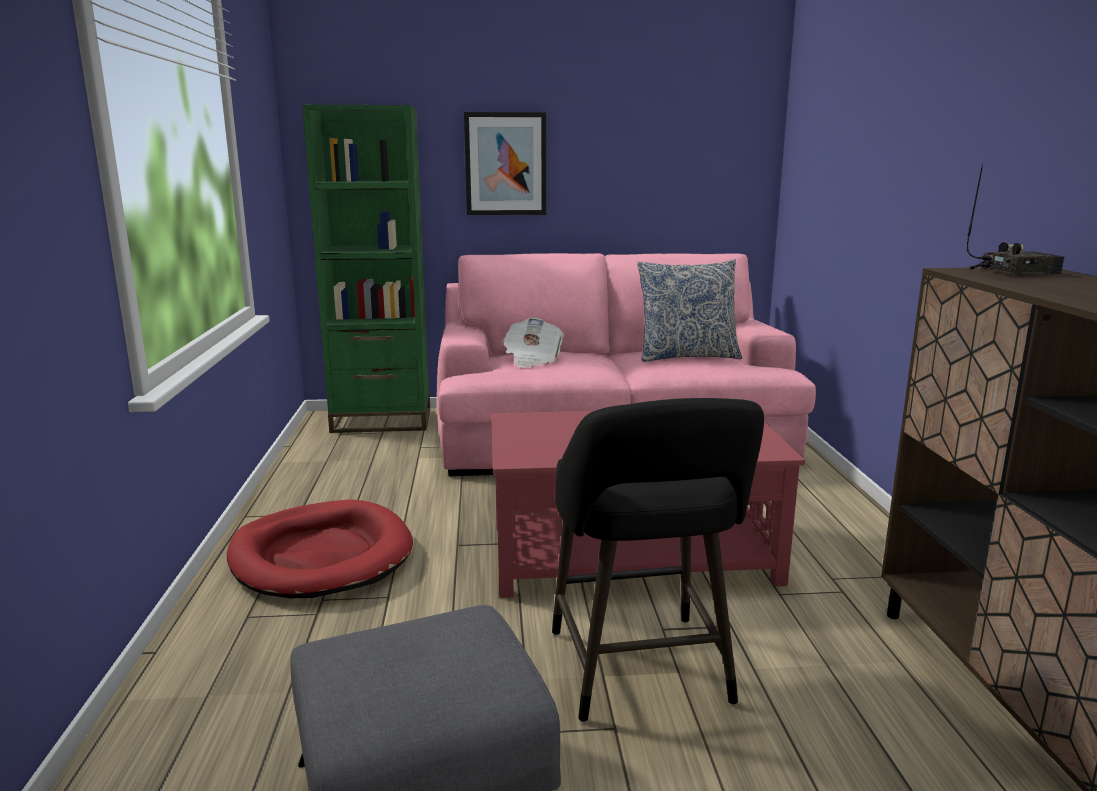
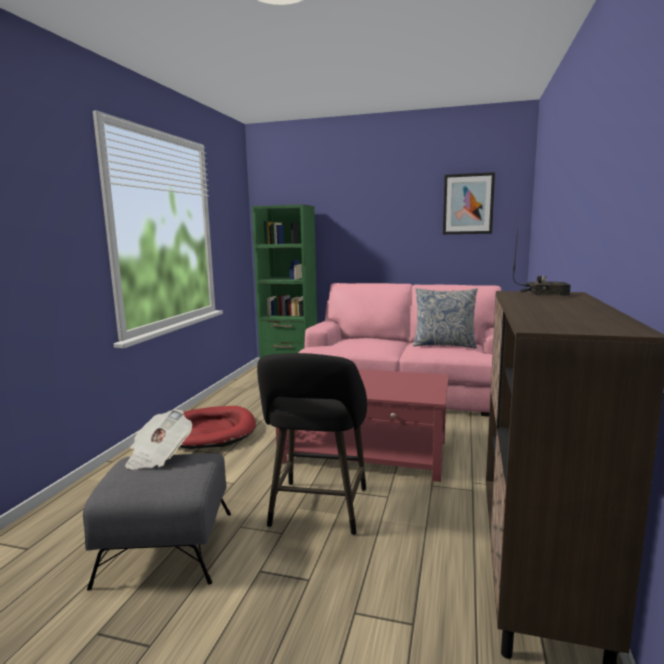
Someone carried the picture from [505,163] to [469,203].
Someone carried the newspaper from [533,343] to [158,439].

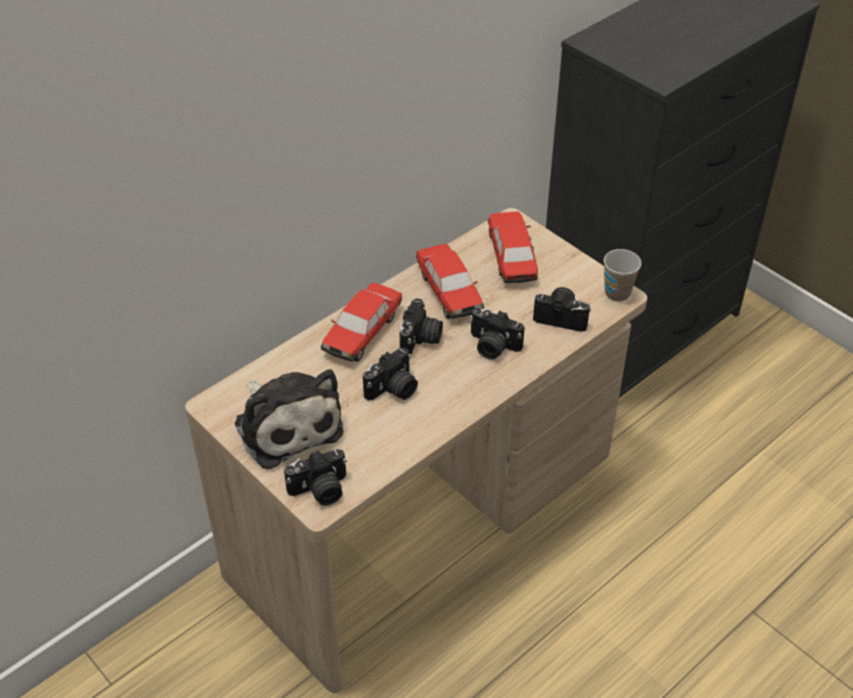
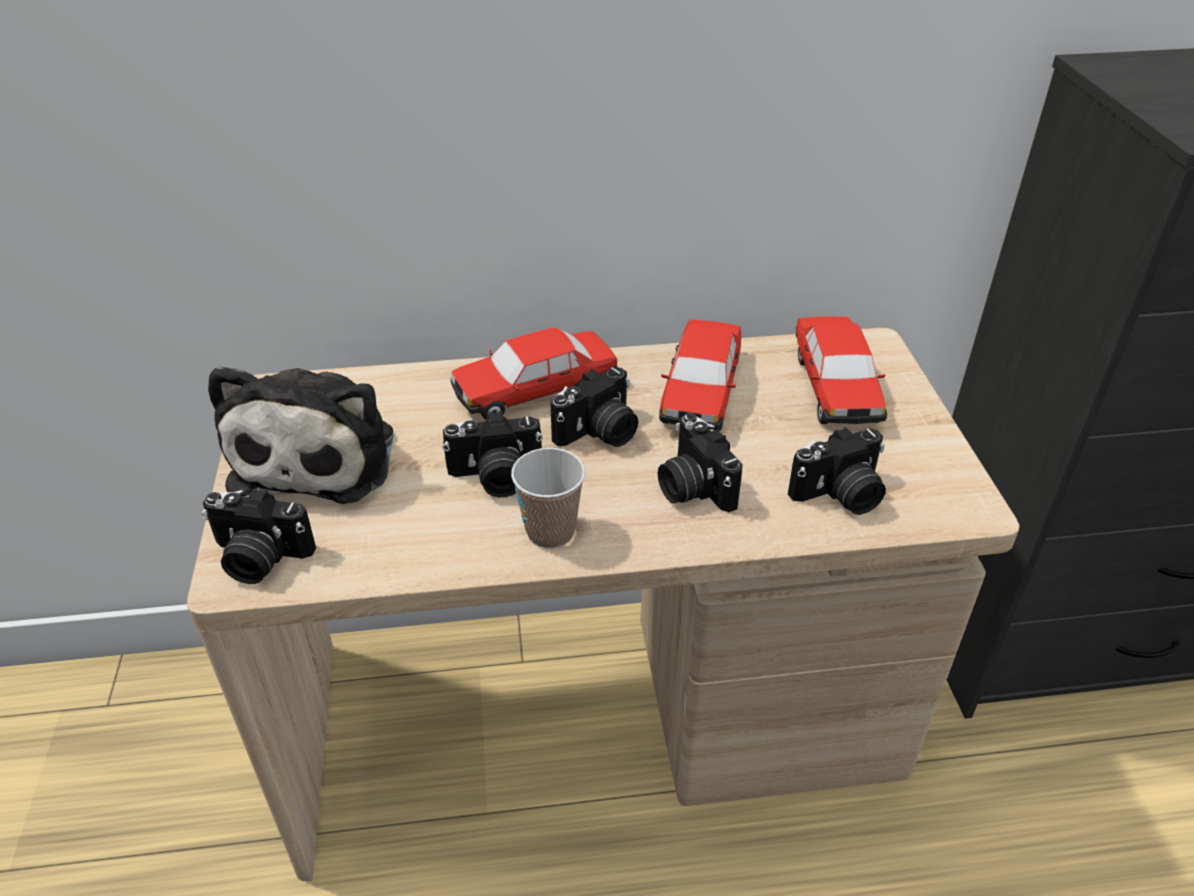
Someone rotated the model car at [513,247] by 150 degrees clockwise.
Someone rotated the still camera at [562,309] by 105 degrees clockwise.
Someone carried the cup from [623,275] to [548,498].

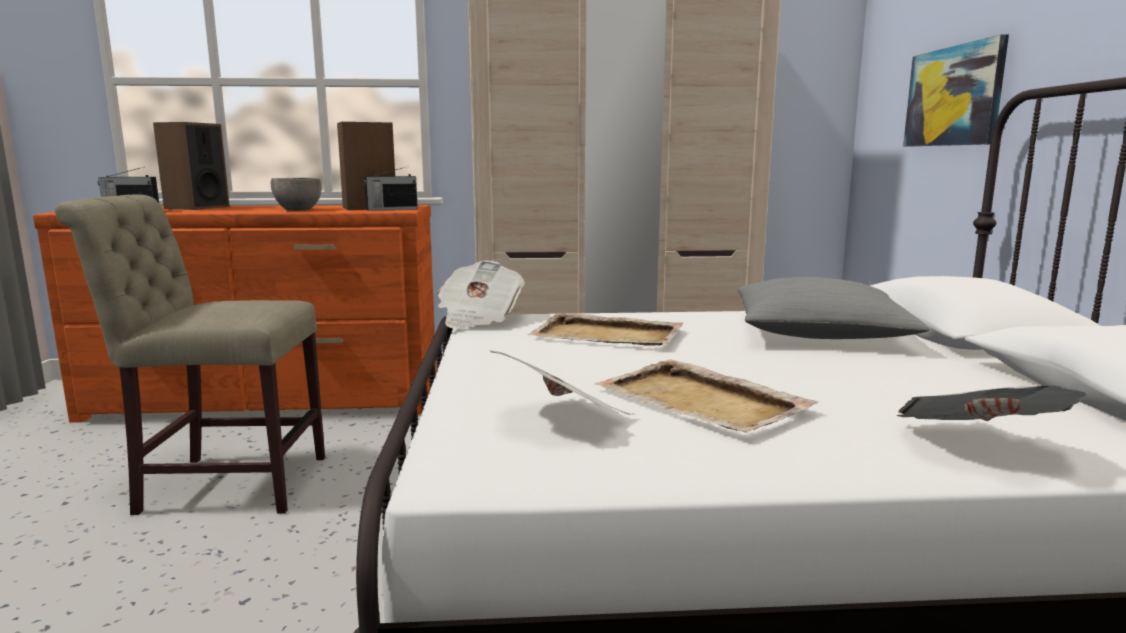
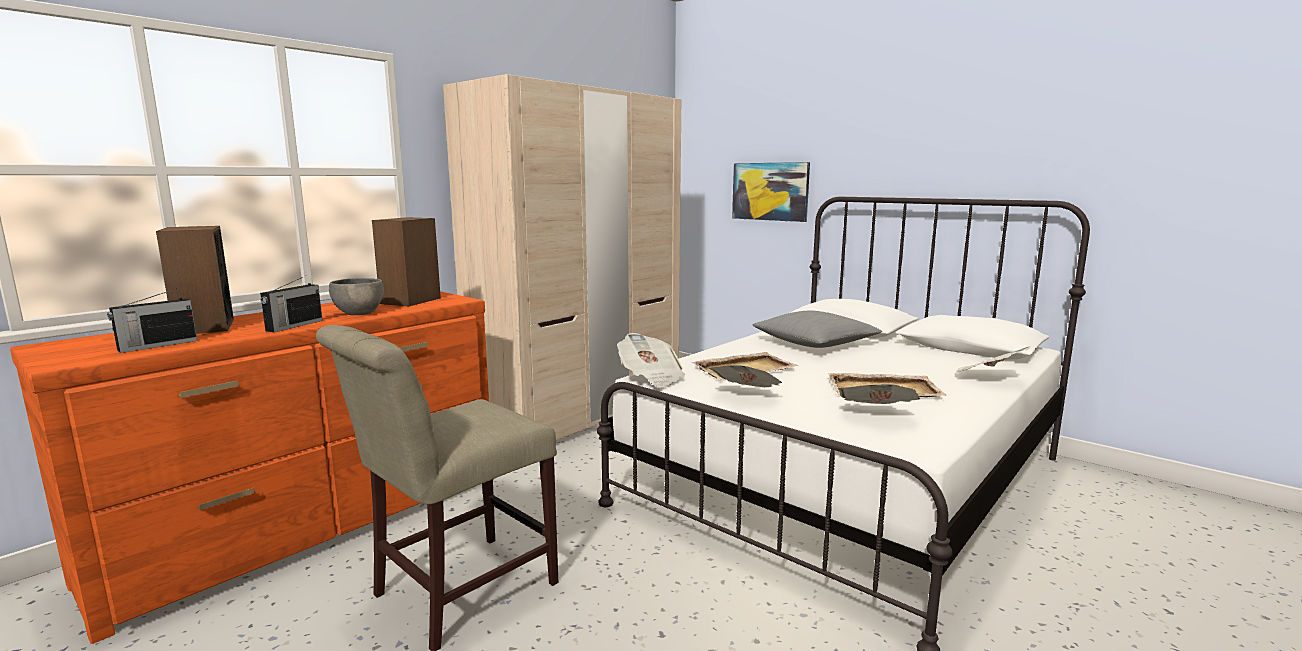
Someone carried the radio set from [390,189] to [291,303].
Someone put down the newspaper at [745,376].

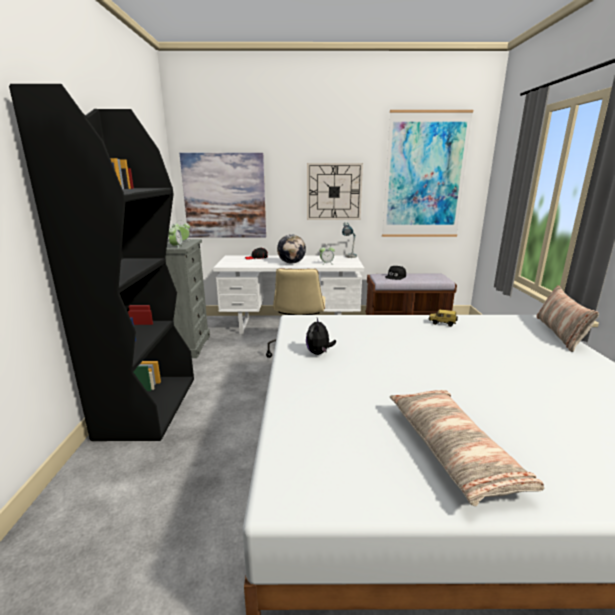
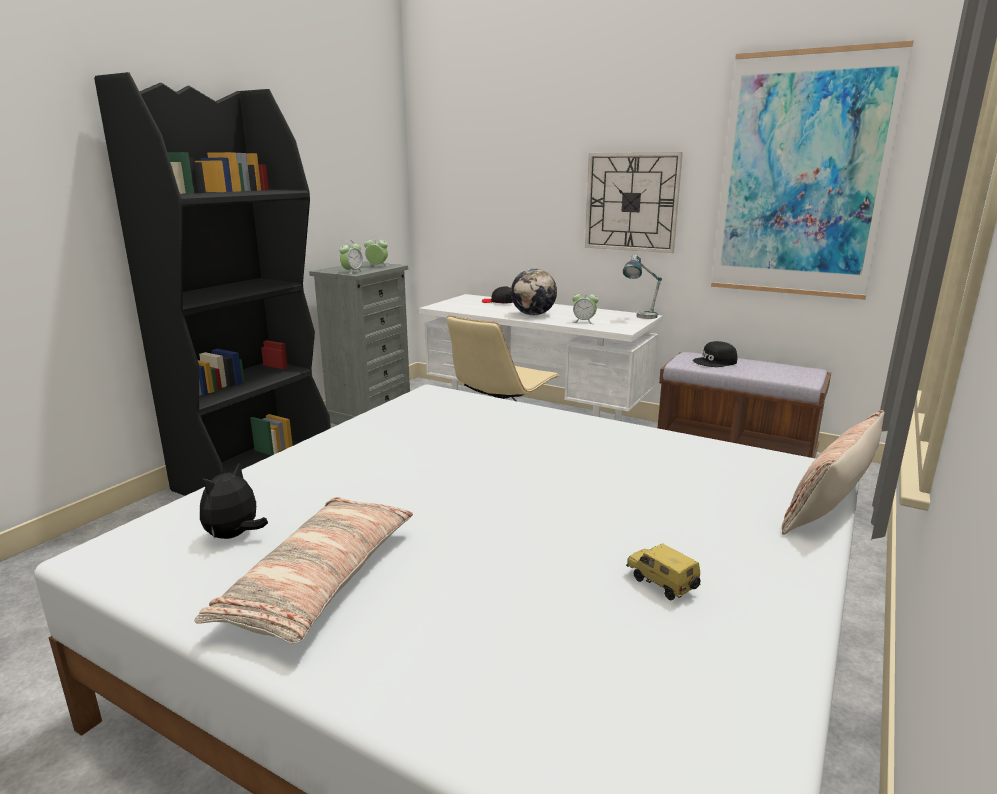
Someone took away the picture at [222,195].
Someone carried the cuddly toy from [321,336] to [234,501].
Someone carried the model car from [443,318] to [663,571].

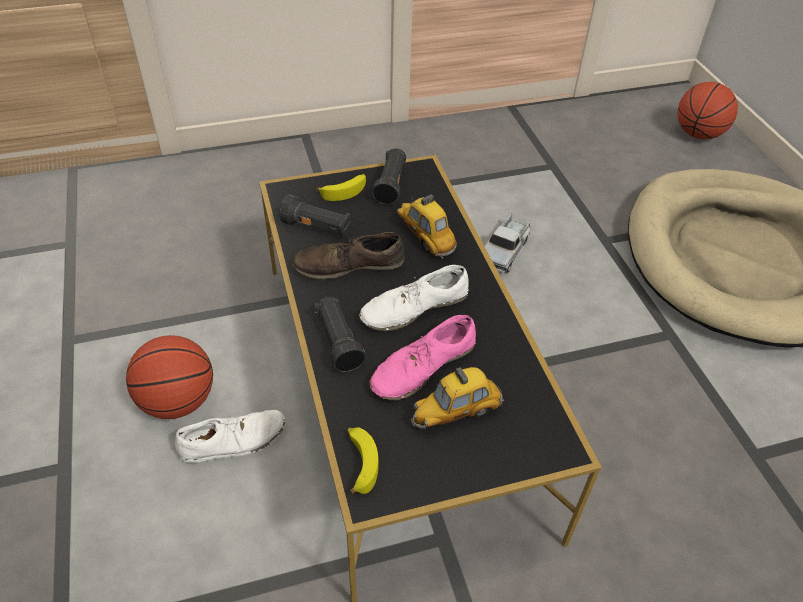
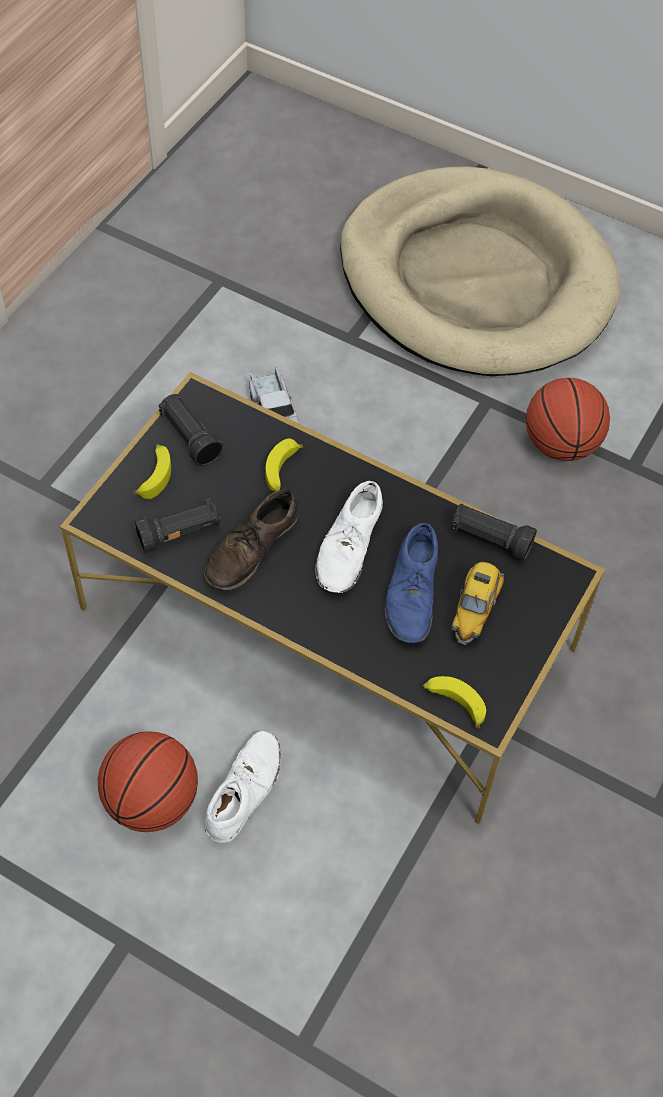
Someone carried the blackish hand torch from [340,334] to [494,532].
Someone repainted the pink-coloured shoe at [422,357], which became the blue shoe at [411,583].
Someone swapped the model car at [427,226] for the whole banana at [284,465].
Someone carried the ball for basketball from [707,110] to [568,419].

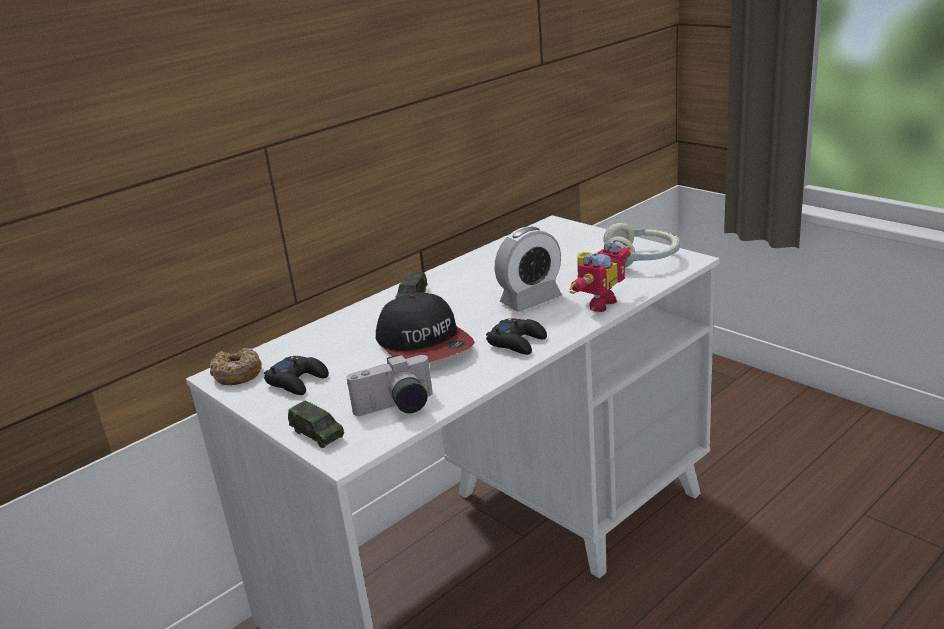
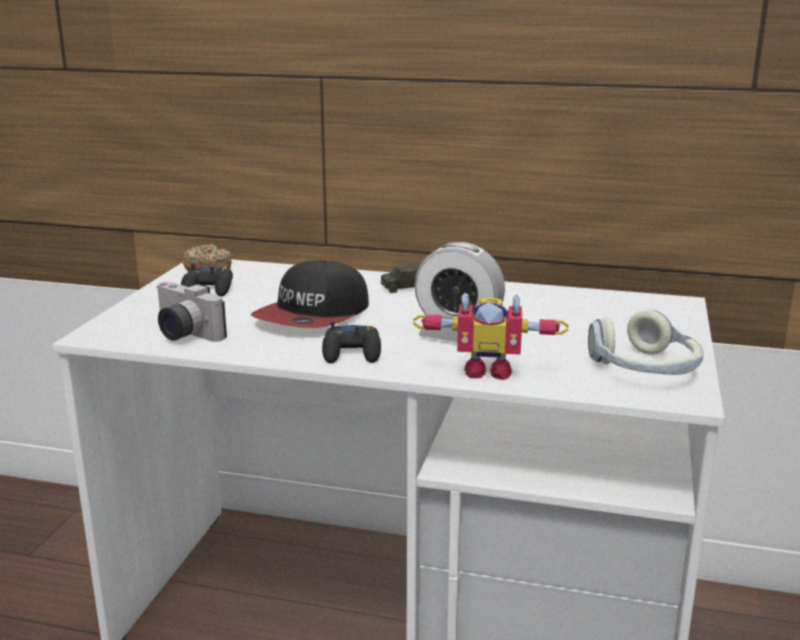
Someone took away the model car at [316,424].

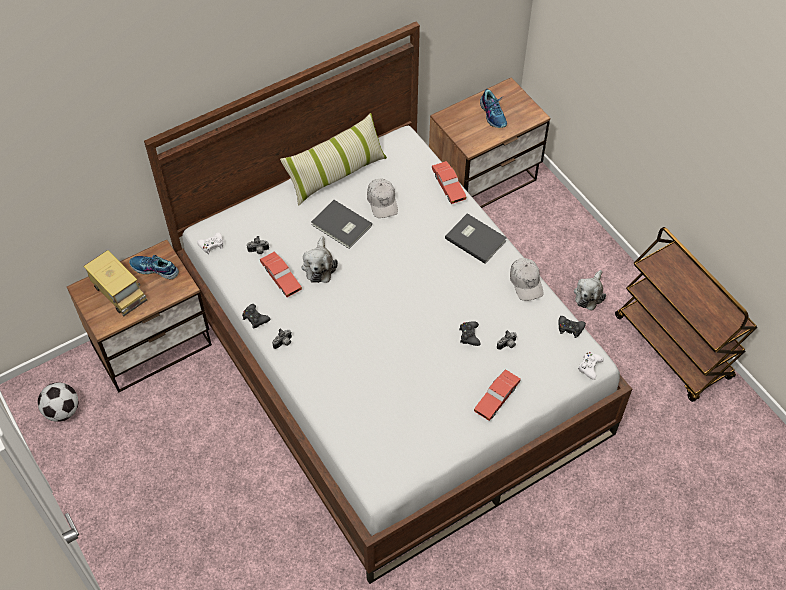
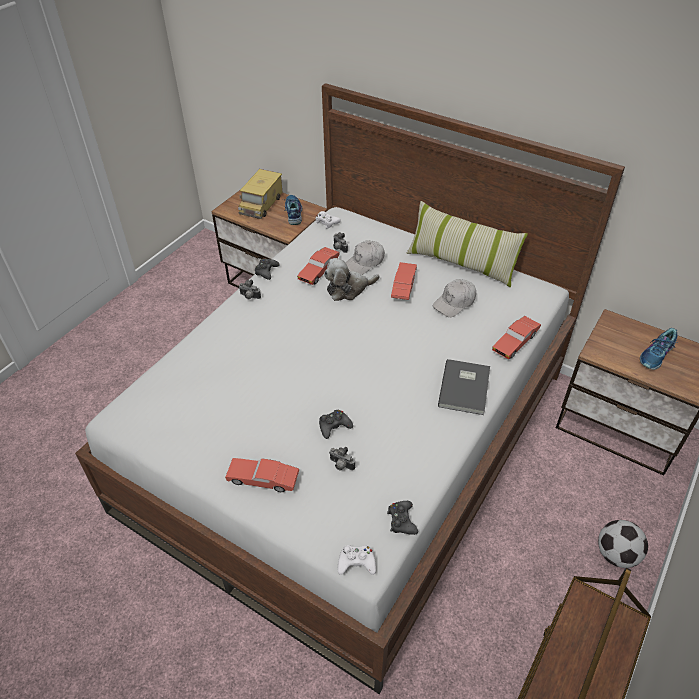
Someone carried the football from [58,402] to [623,544].
Someone swapped the grey bound book at [341,224] for the red-coloured model car at [404,281].
Someone carried the white cap from [526,279] to [365,257].
Someone took away the cuddly toy at [590,290].

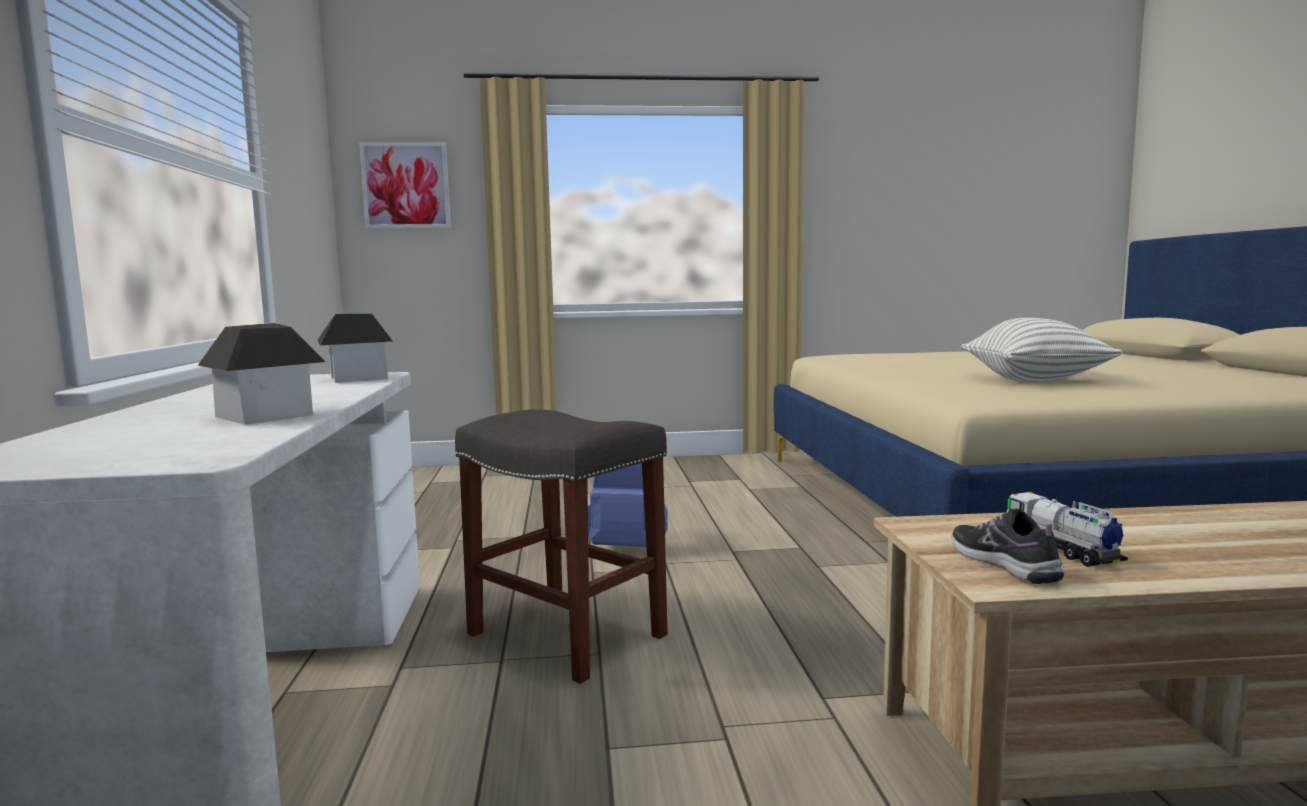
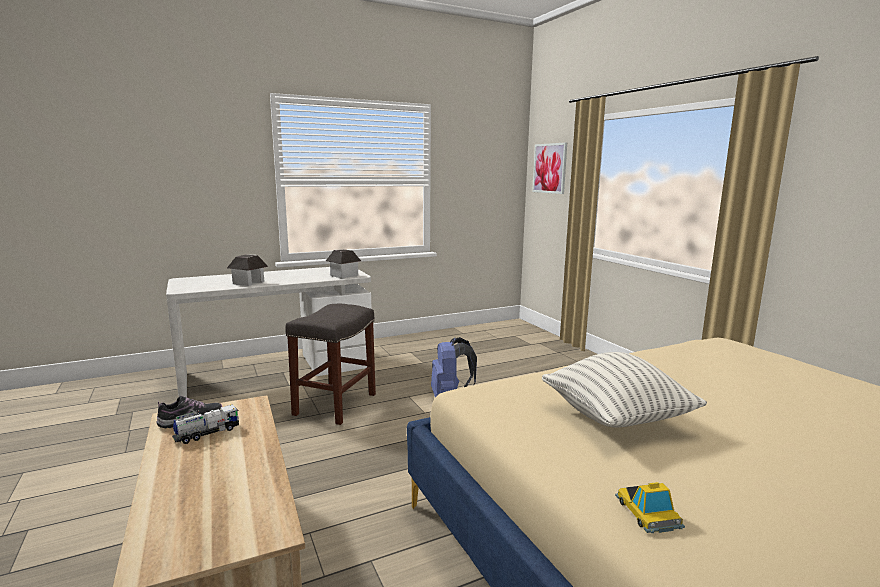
Someone put down the model car at [650,507].

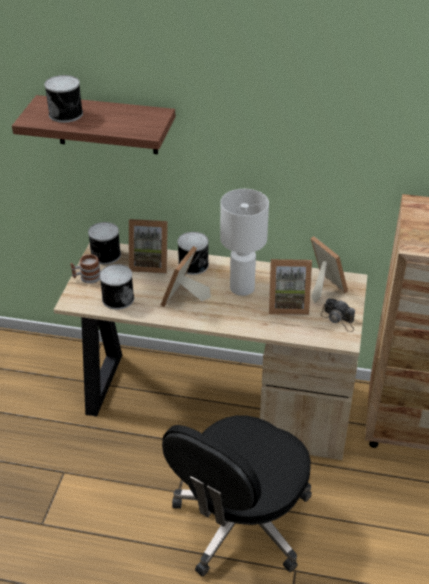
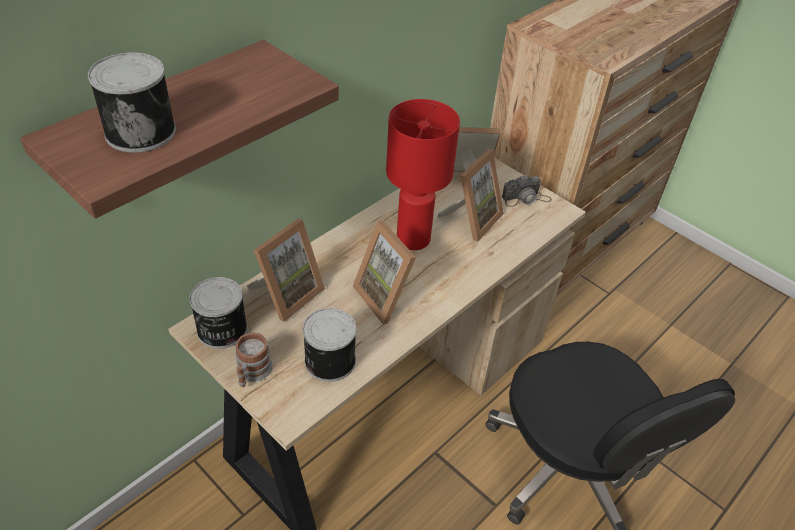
Someone took away the metal can at [193,253].
Someone repainted the white table lamp at [244,242], which became the red-coloured table lamp at [423,174].

